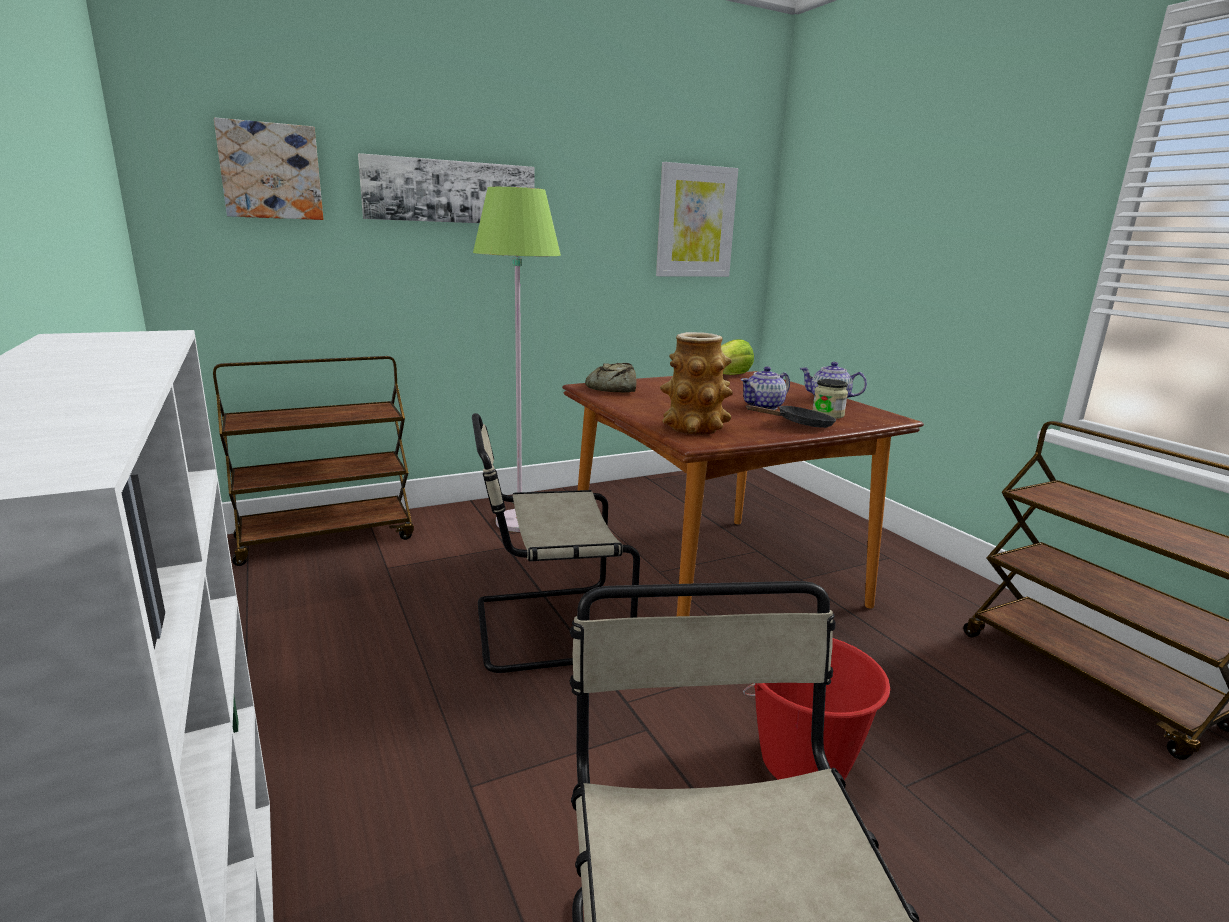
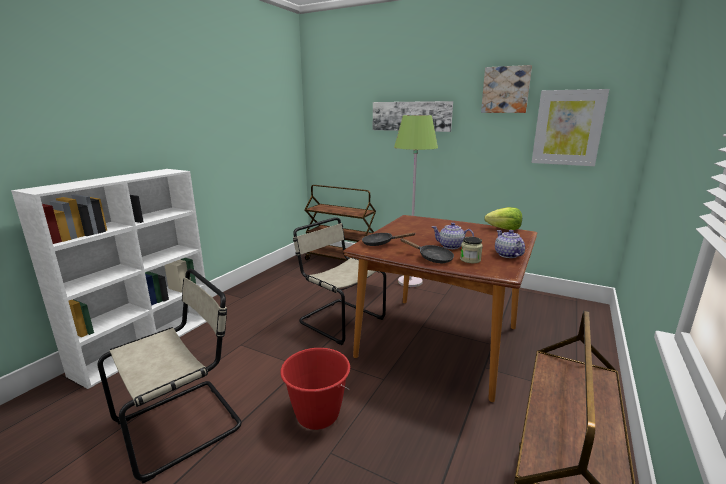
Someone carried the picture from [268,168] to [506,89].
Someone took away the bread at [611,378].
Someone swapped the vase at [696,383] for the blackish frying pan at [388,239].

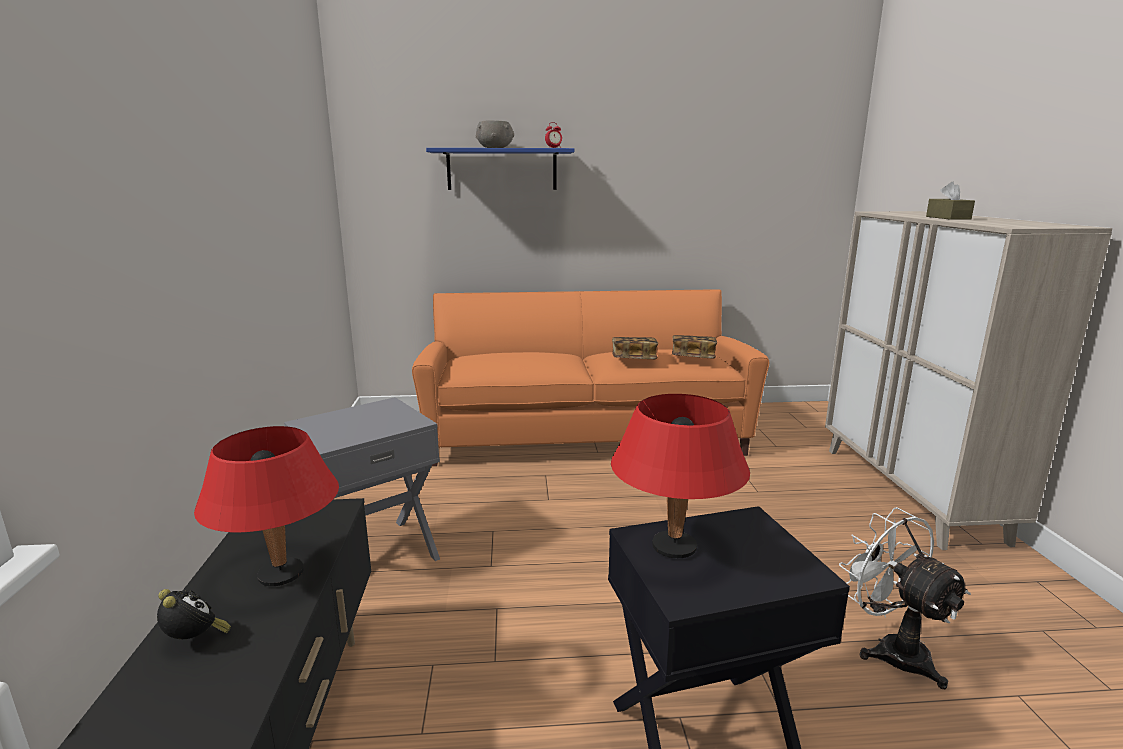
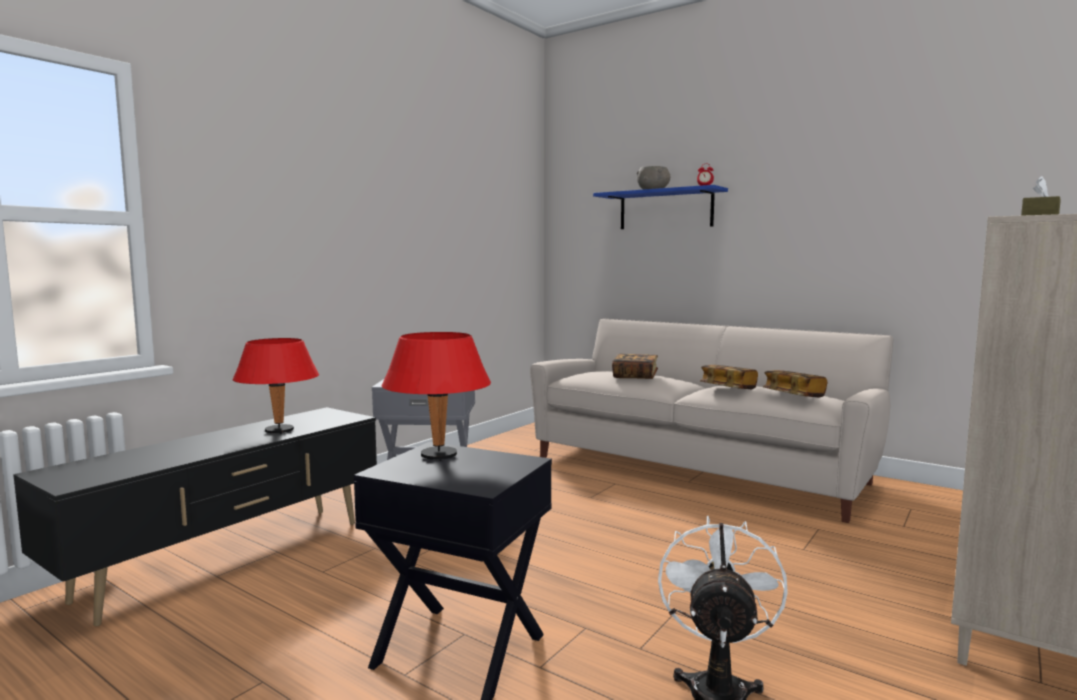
Someone took away the alarm clock at [194,614].
Someone repainted the orange settee at [590,377], which became the sand-coloured settee at [711,420].
Someone put down the bound book at [635,366].

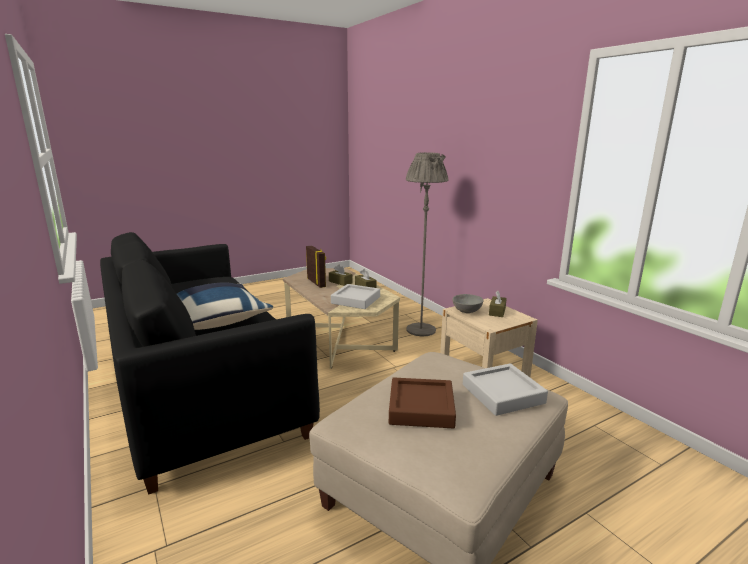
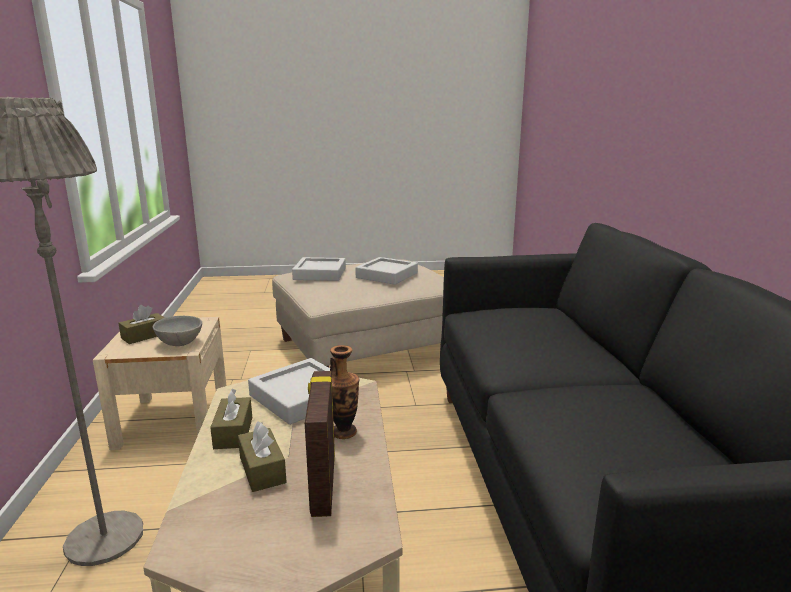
Someone took away the blue throw pillow at [225,306].
Someone repainted the brownish tray at [422,403], which became the grey tray at [386,271].
Someone put down the vase at [344,392].

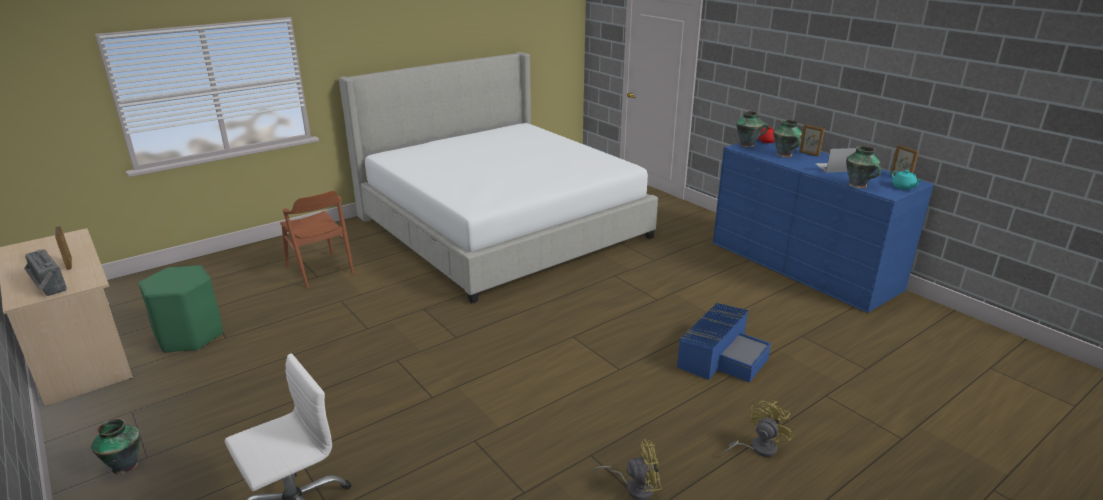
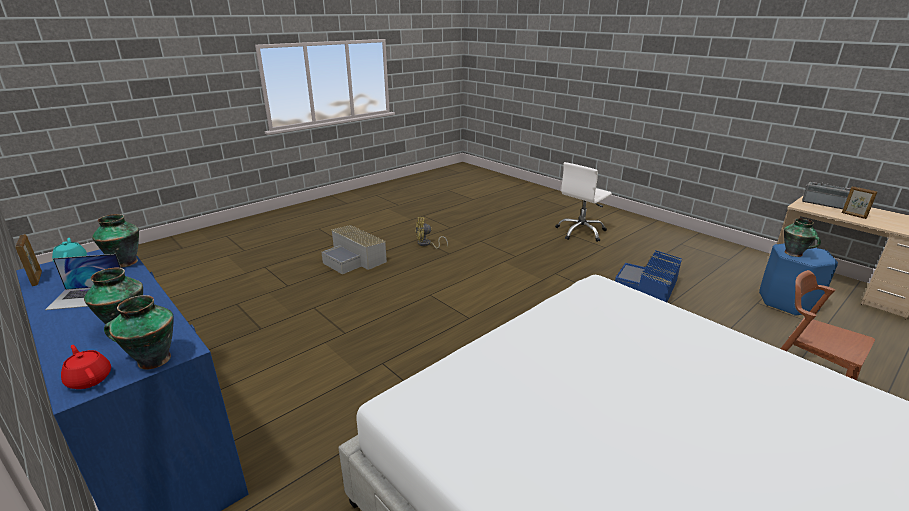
Someone carried the vase from [115,446] to [802,237].
Someone repainted the green sitting stool at [181,309], which became the blue sitting stool at [798,279].
Someone carried the blue storage box from [724,343] to [648,276].
Someone swapped the yellow cooling fan at [758,428] for the grey storage box at [354,249].
Someone took away the standing frame at [812,140].

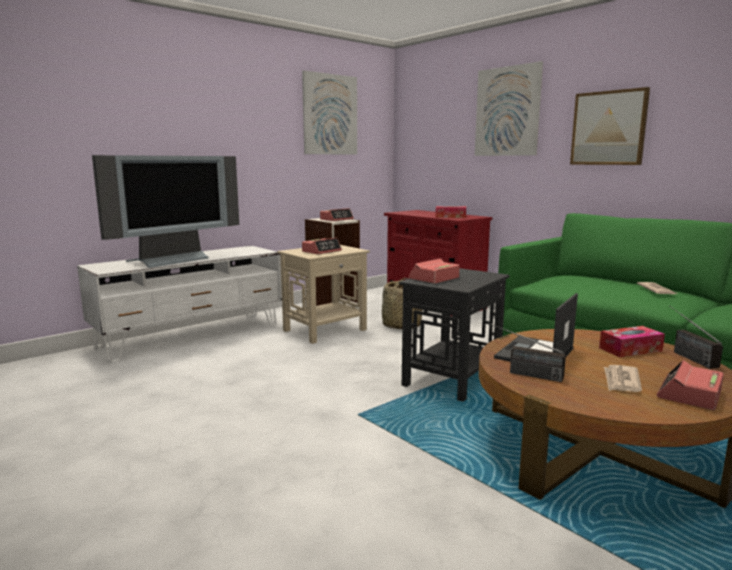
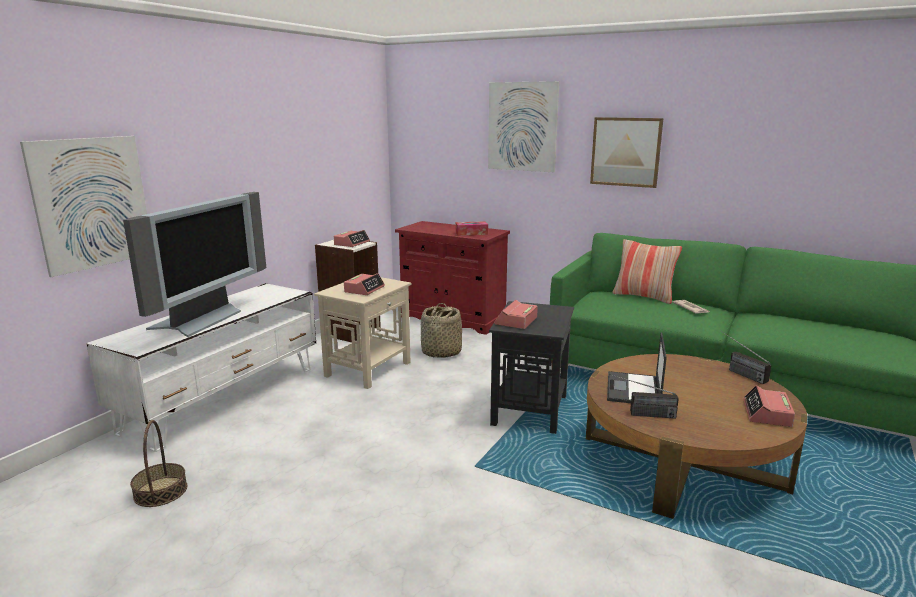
Someone carried the picture from [329,112] to [83,206].
Someone took away the tissue box at [632,341].
Someone took away the newspaper at [623,378].
Someone put down the household basket at [158,463].
Someone put down the throw pillow at [647,271].

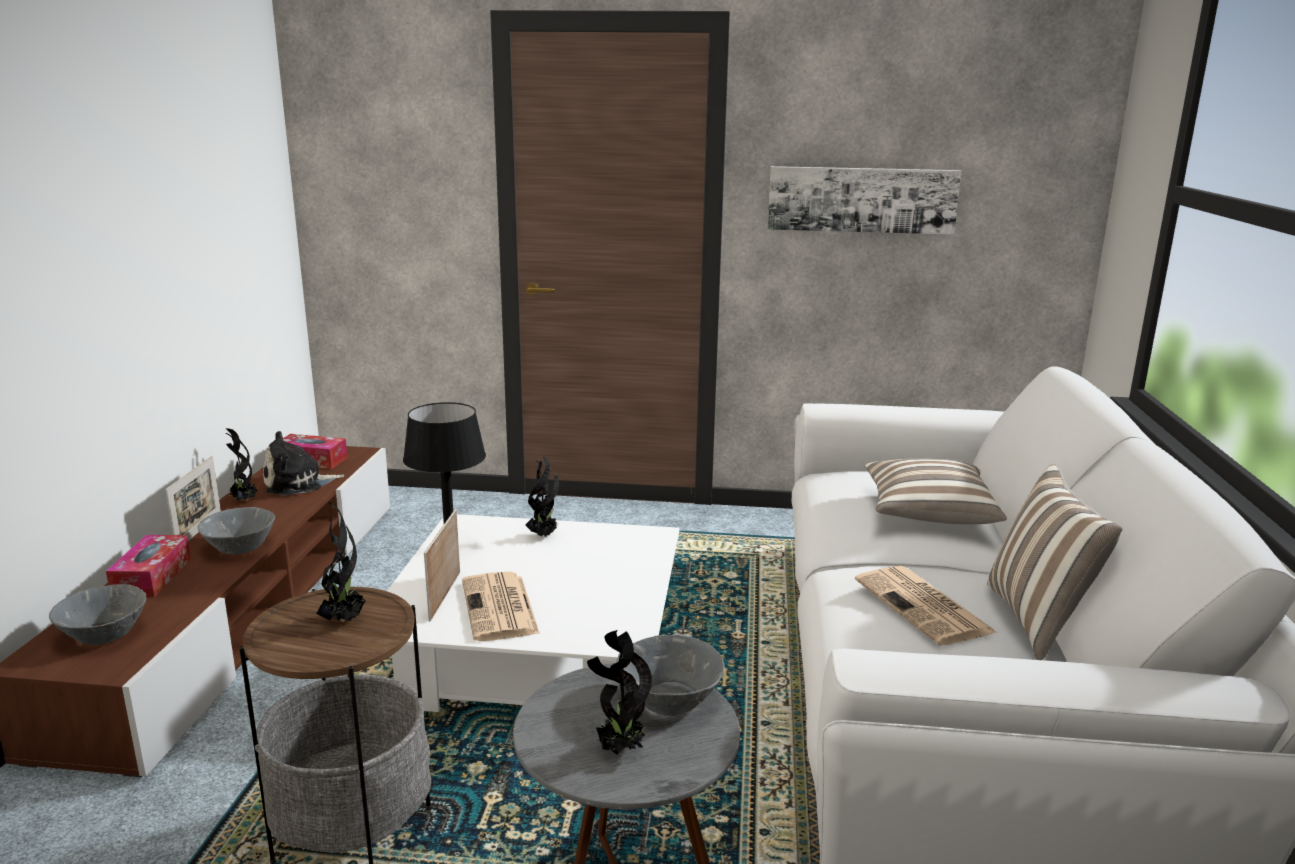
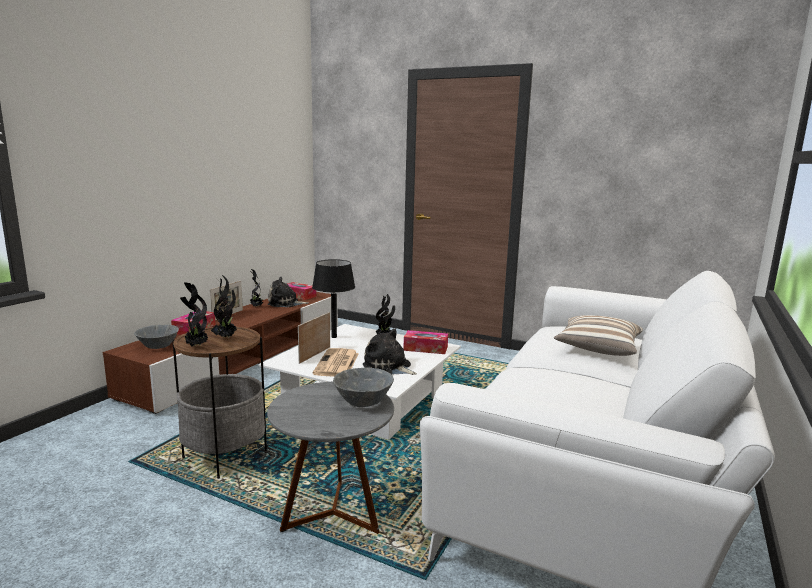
Someone took away the grey serving bowl at [236,530].
Someone carried the plant in a pot from [619,692] to [194,314].
Someone took away the picture at [864,200].
Someone took away the newspaper at [926,605].
Someone took away the throw pillow at [1055,562].
Someone put down the cuddly toy at [390,351].
Someone put down the tissue box at [425,342].

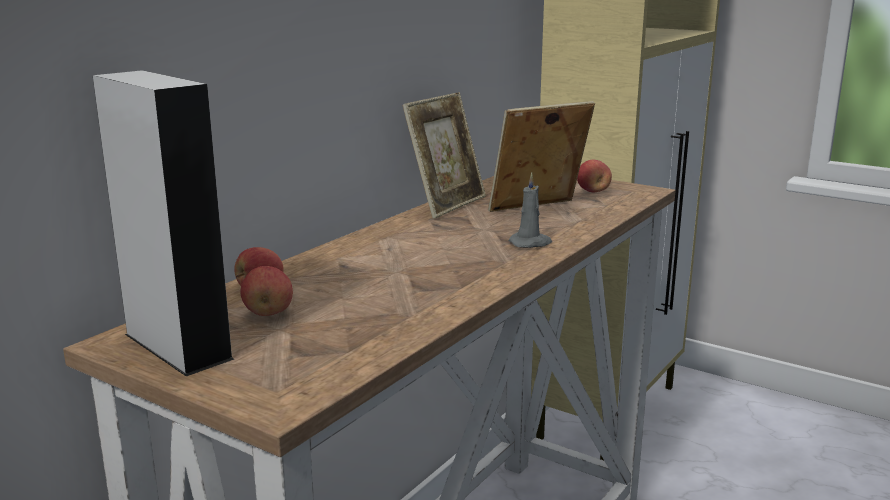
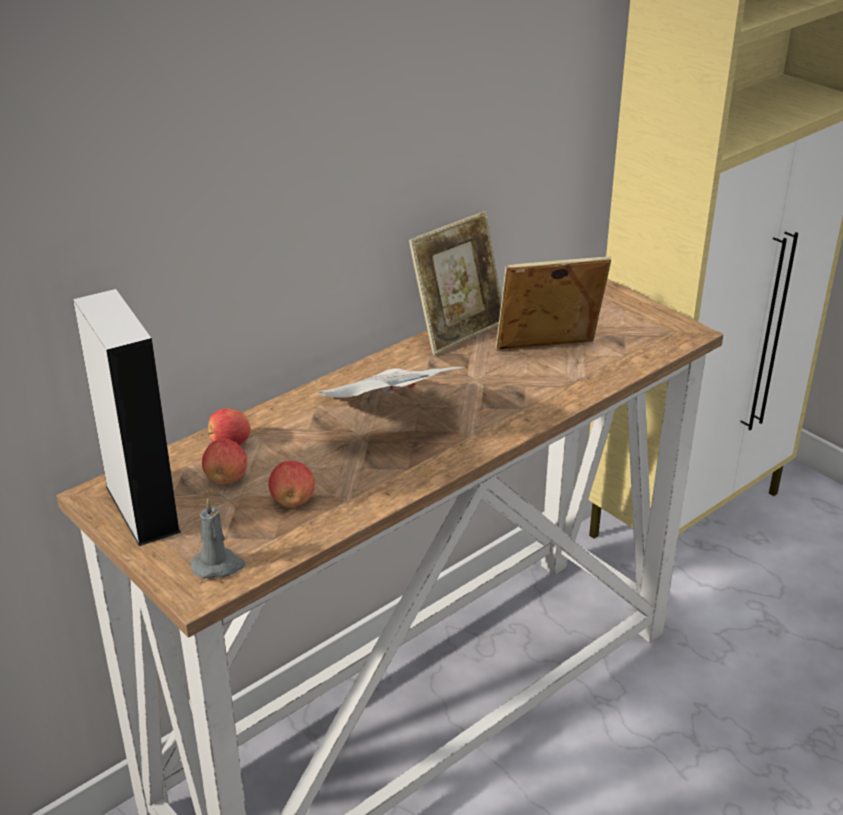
Someone carried the grey wax candle from [530,210] to [218,538].
Someone carried the whole apple from [594,176] to [291,484].
Someone put down the newspaper at [388,382].

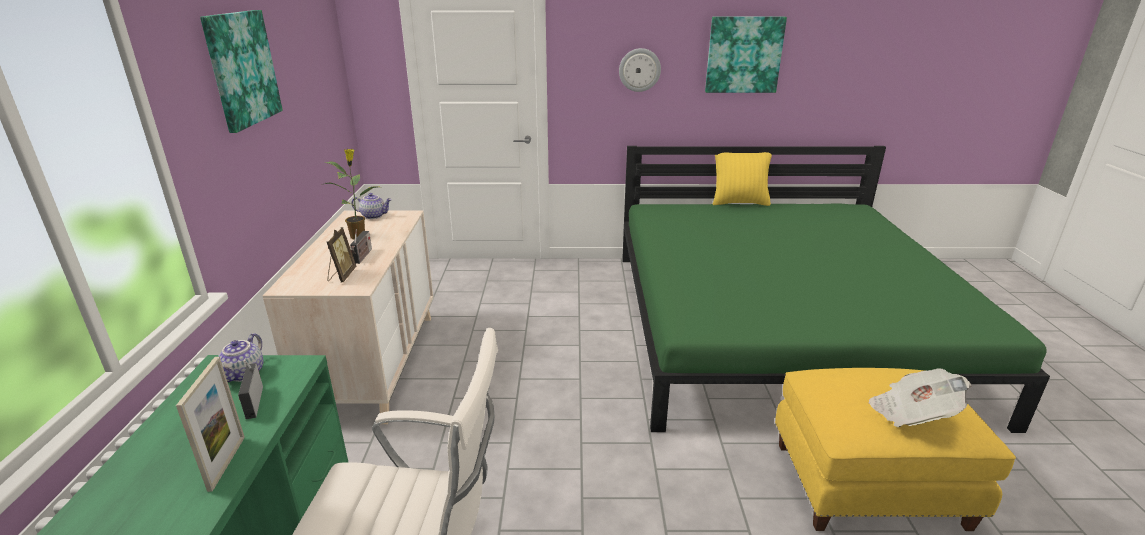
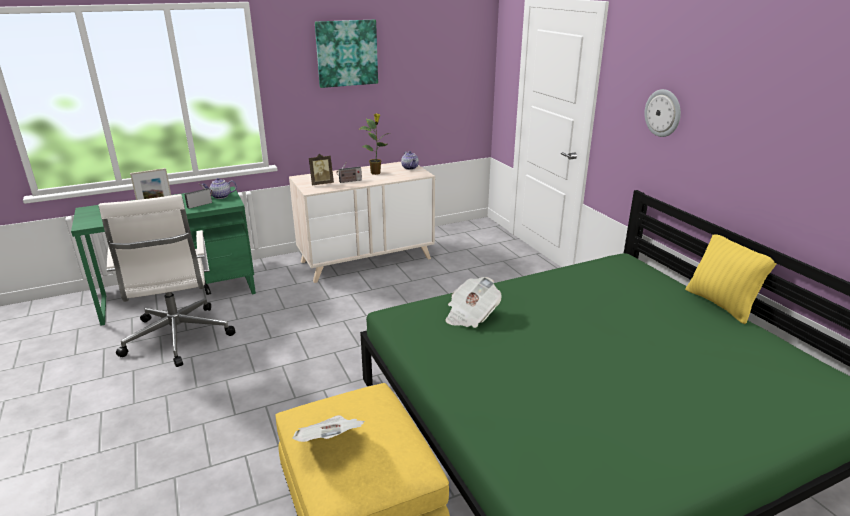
Someone took away the picture at [746,55].
Someone put down the newspaper at [473,302].

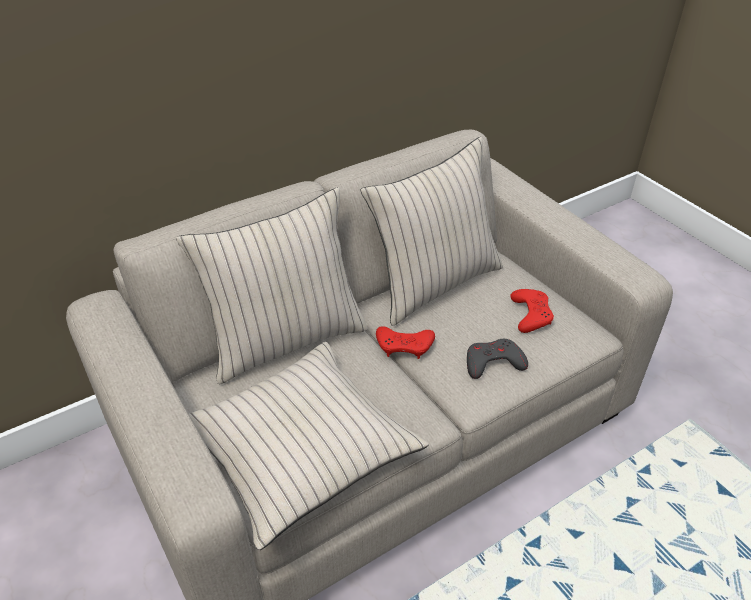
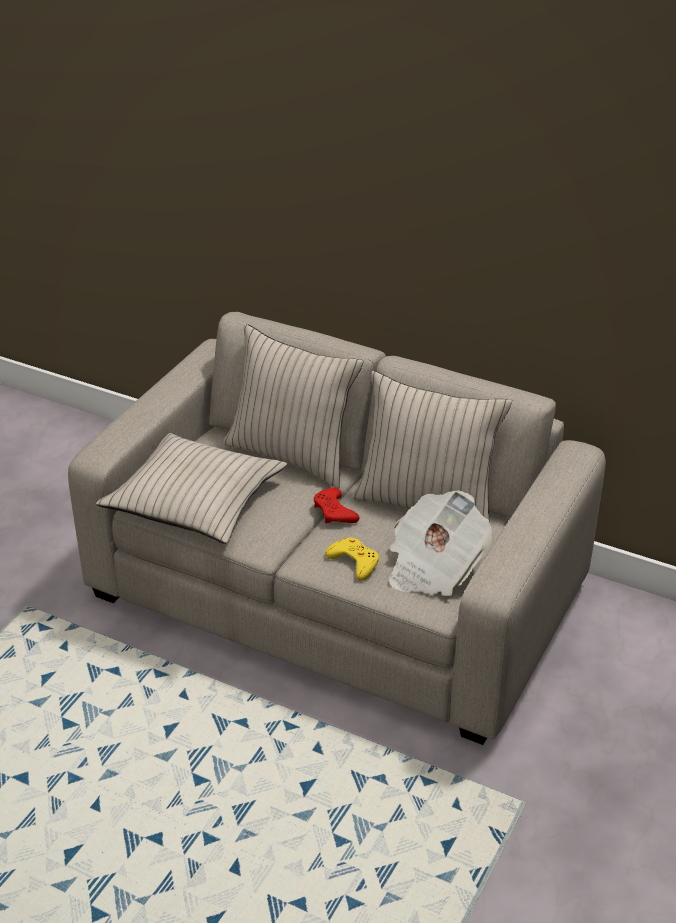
Someone repainted the grey joypad at [497,359], which became the yellow joypad at [352,559].
Someone swapped the red-coloured joypad at [532,311] for the newspaper at [440,543].

